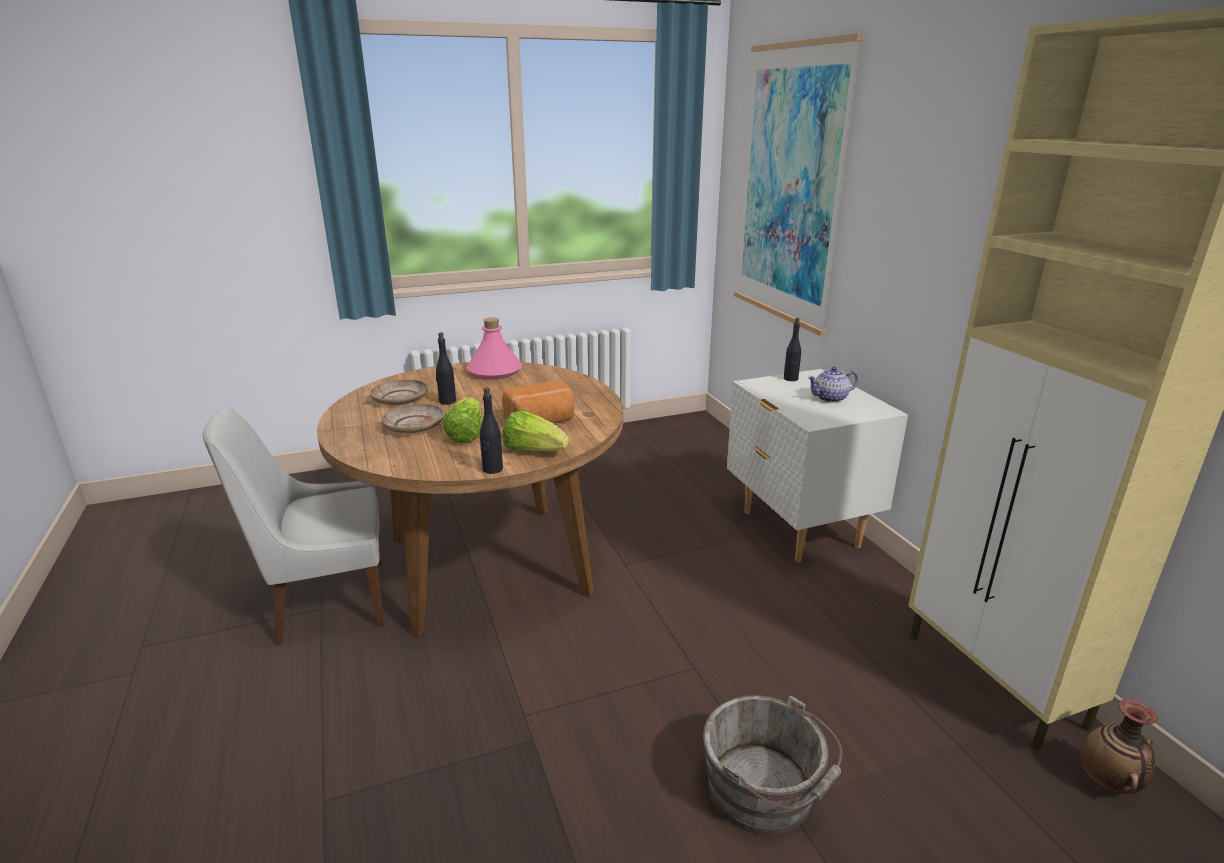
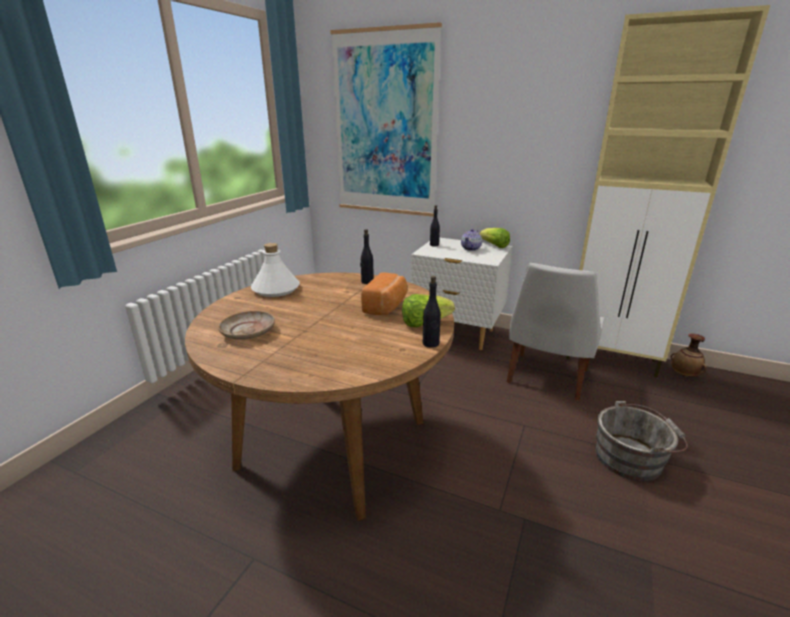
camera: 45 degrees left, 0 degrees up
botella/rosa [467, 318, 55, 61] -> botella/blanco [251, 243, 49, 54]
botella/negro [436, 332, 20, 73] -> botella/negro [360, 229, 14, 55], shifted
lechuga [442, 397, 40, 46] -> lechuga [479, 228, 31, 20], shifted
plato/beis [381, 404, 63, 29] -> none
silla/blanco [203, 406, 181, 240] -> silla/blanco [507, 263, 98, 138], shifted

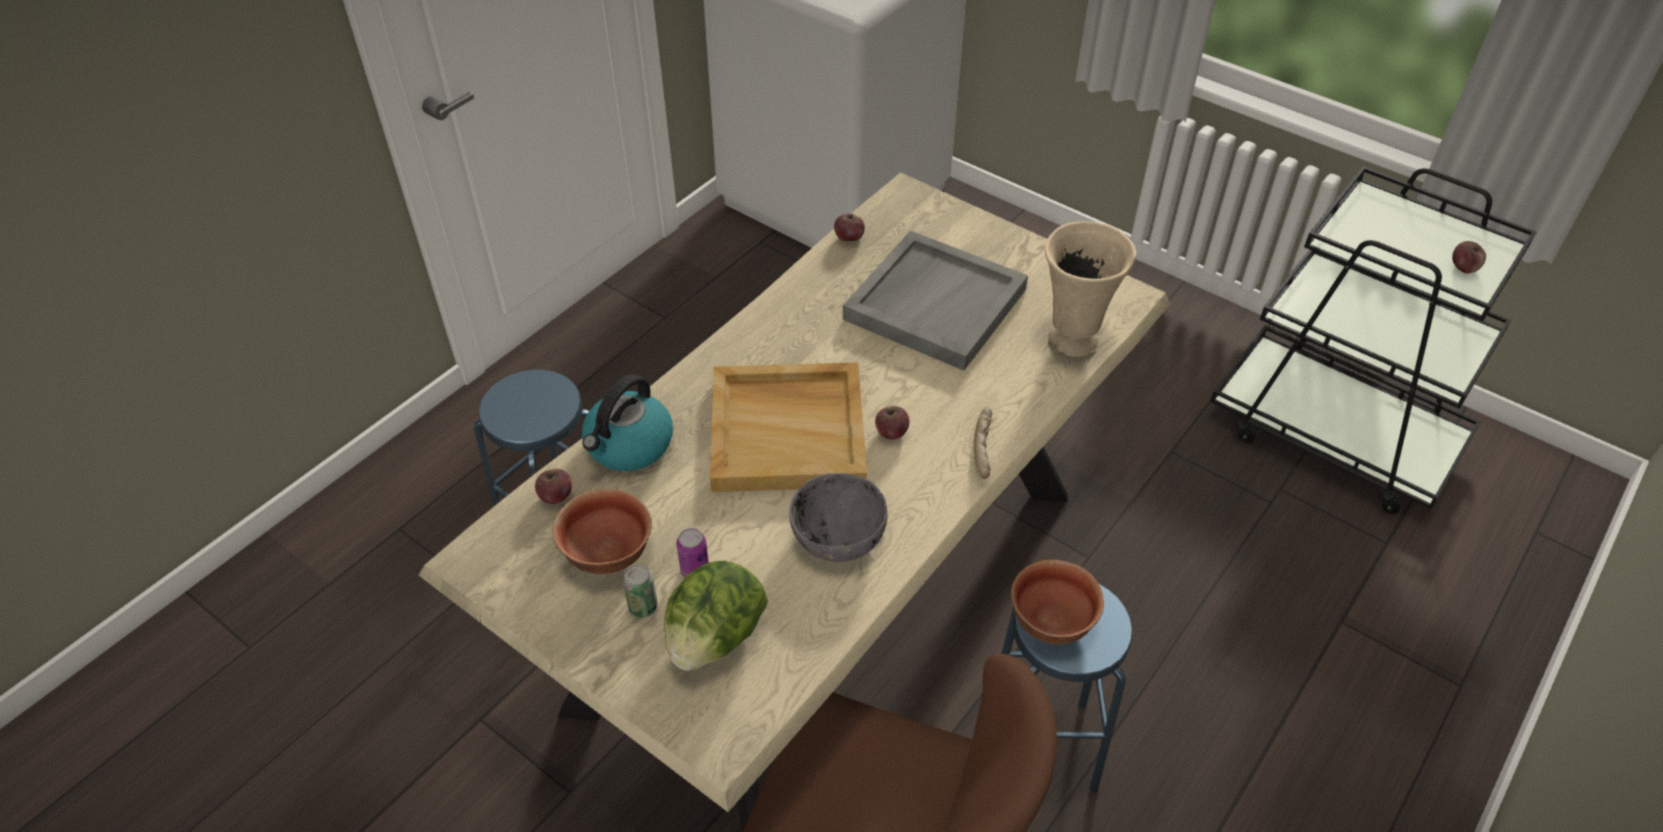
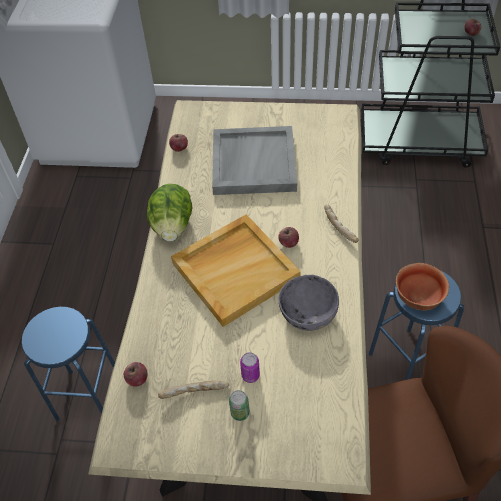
camera: 30 degrees left, 5 degrees up
florero/beis [1045, 221, 92, 136] -> none
hervidor [582, 374, 91, 97] -> none
cuenco [552, 489, 100, 85] -> pan [158, 381, 71, 18]
lechuga [664, 561, 104, 110] -> lechuga [147, 184, 45, 57], shifted

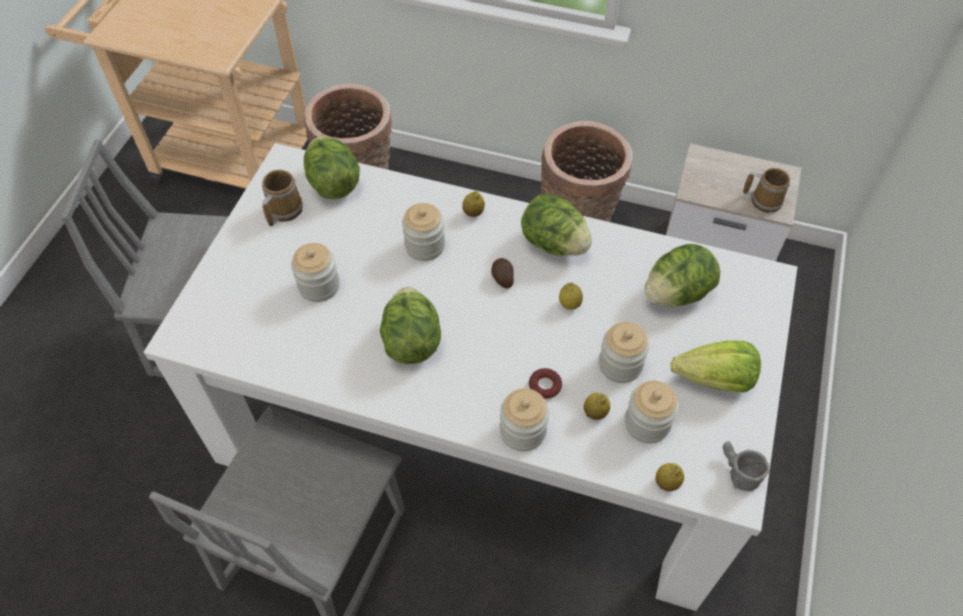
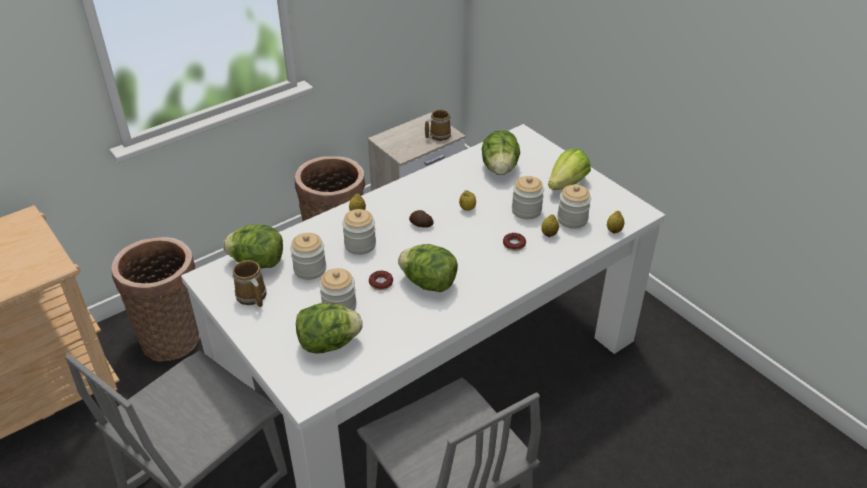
camera: 55 degrees left, 15 degrees down
lechuga [521, 193, 71, 63] -> lechuga [296, 303, 66, 51], shifted
tarro [500, 388, 49, 63] -> tarro [290, 233, 36, 47], shifted
taza grande/gris [723, 442, 46, 49] -> none
none -> rosquilla [369, 271, 24, 19]

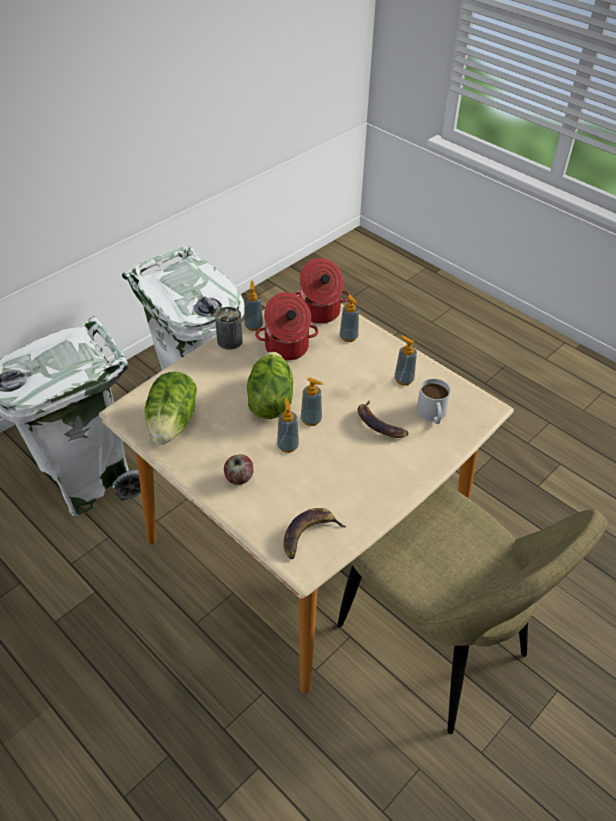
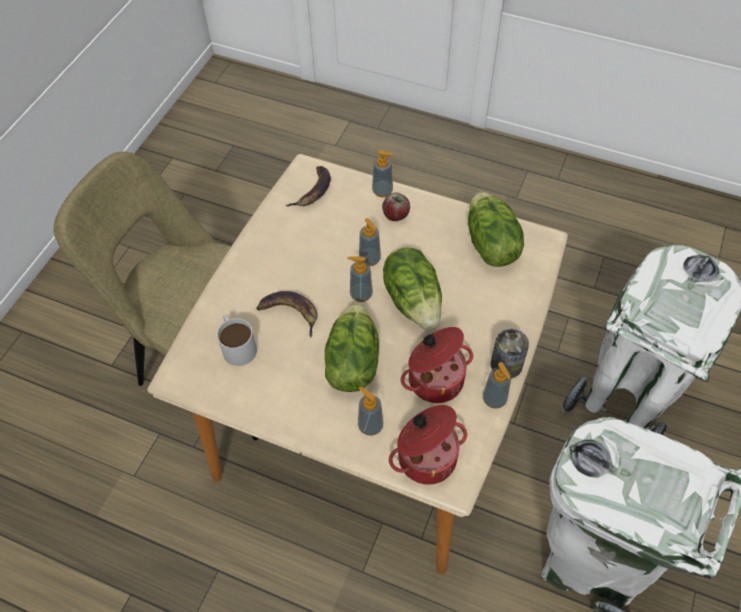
camera: 160 degrees right, 10 degrees up
dispensador de jabón [394, 335, 23, 51] -> dispensador de jabón [372, 150, 22, 47], shifted
none -> lechuga [325, 303, 54, 89]

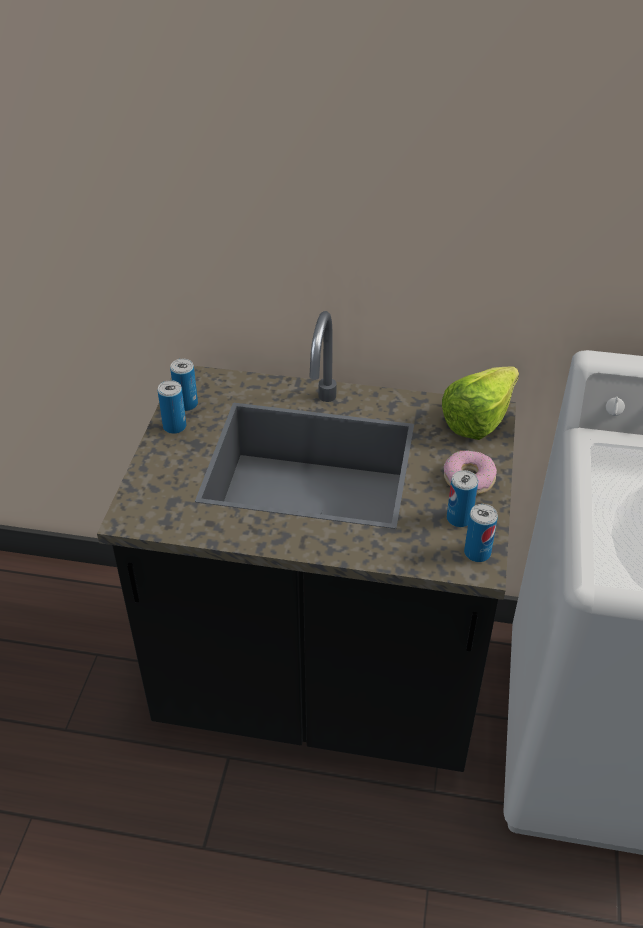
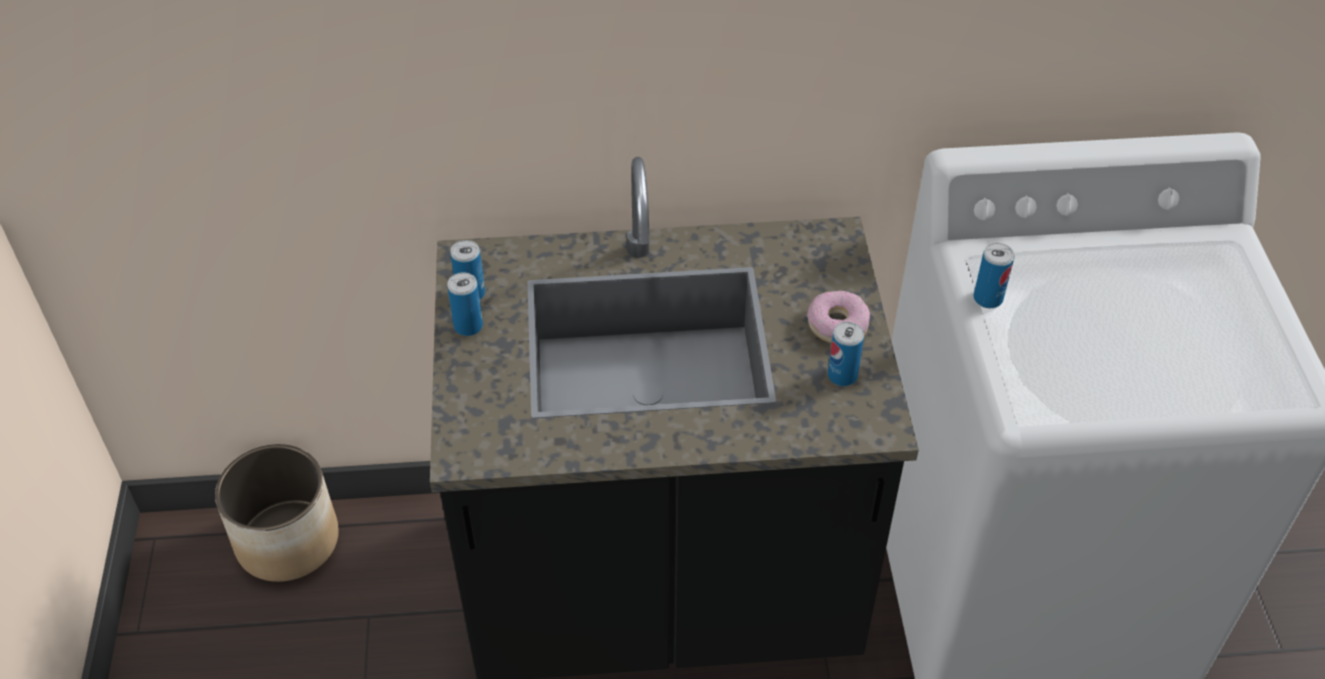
camera: 15 degrees left, 5 degrees up
lechuga [442, 366, 77, 74] -> none
lata [464, 504, 34, 58] -> lata [973, 243, 41, 65], shifted
none -> maceta [215, 444, 124, 138]

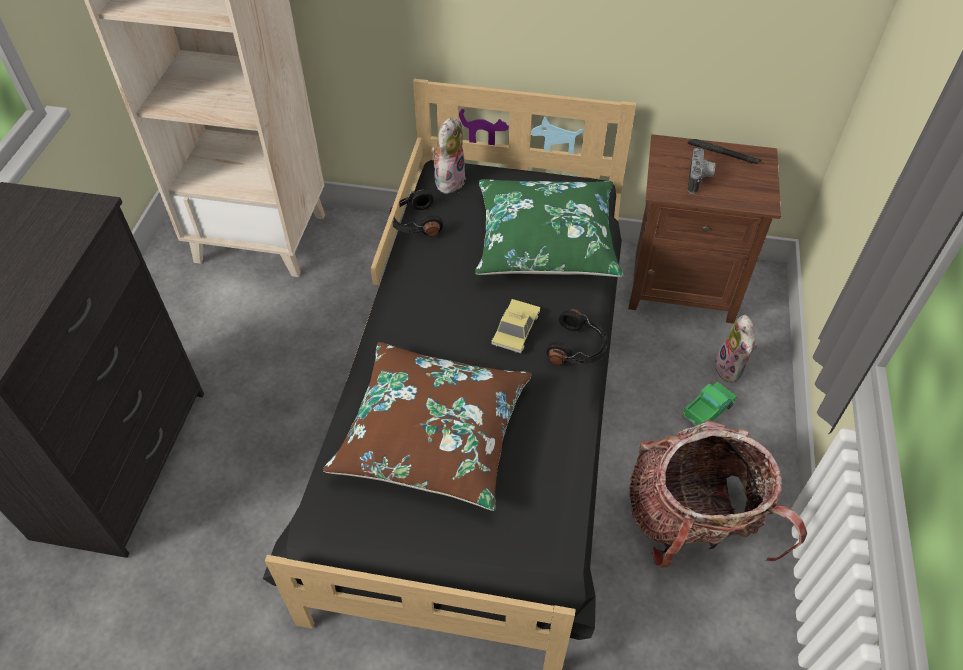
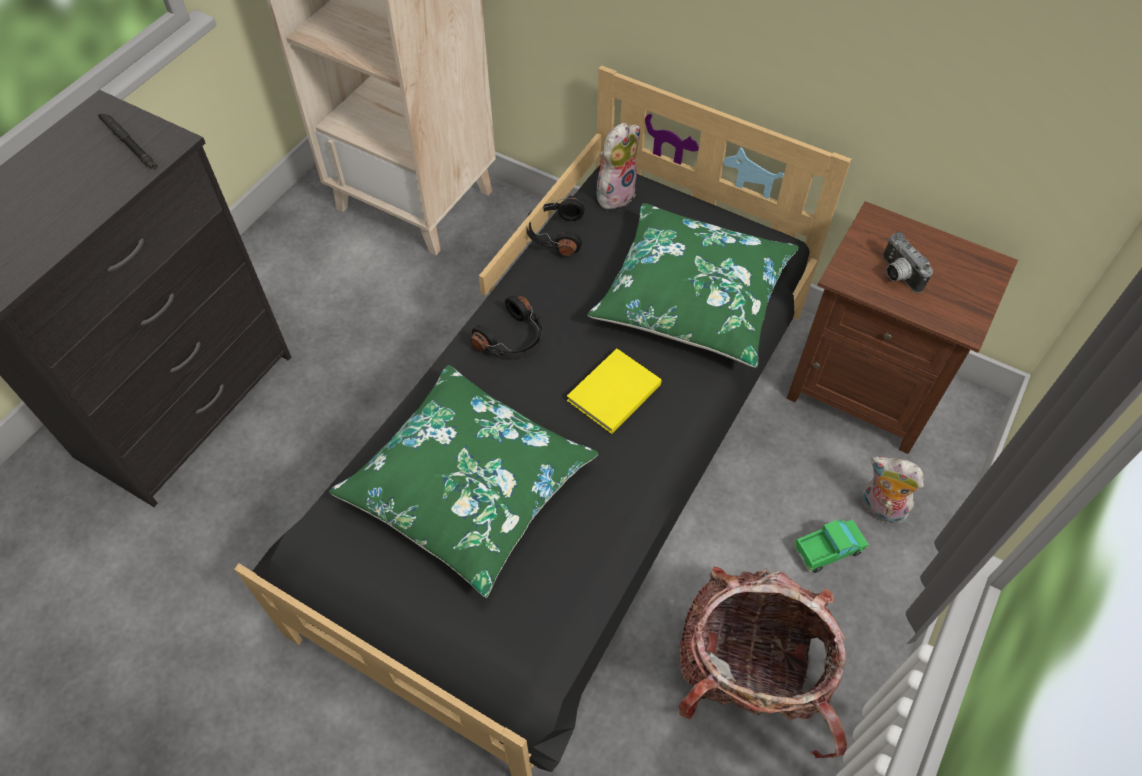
camera: 20 degrees right, 5 degrees up
linterna/negro [688, 139, 73, 25] -> linterna/negro [98, 113, 60, 56], shifted
cámara [688, 147, 28, 47] -> cámara [883, 232, 50, 61], 120 degrees clockwise
coche de juguete [491, 299, 49, 54] -> libro/amarillo [567, 348, 95, 86]
auriculares/negro [546, 309, 62, 56] -> auriculares/negro [470, 296, 73, 63], shifted
peluche [714, 315, 43, 68] -> peluche [862, 456, 62, 68], 105 degrees clockwise
cojín/marrón [323, 342, 209, 169] -> cojín/verde [329, 365, 269, 233]

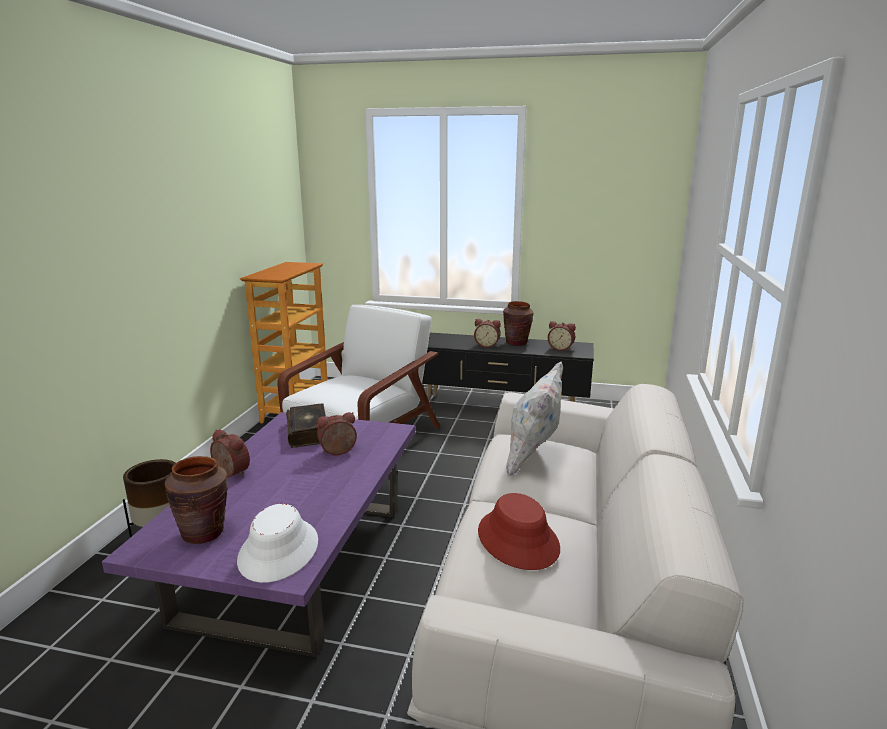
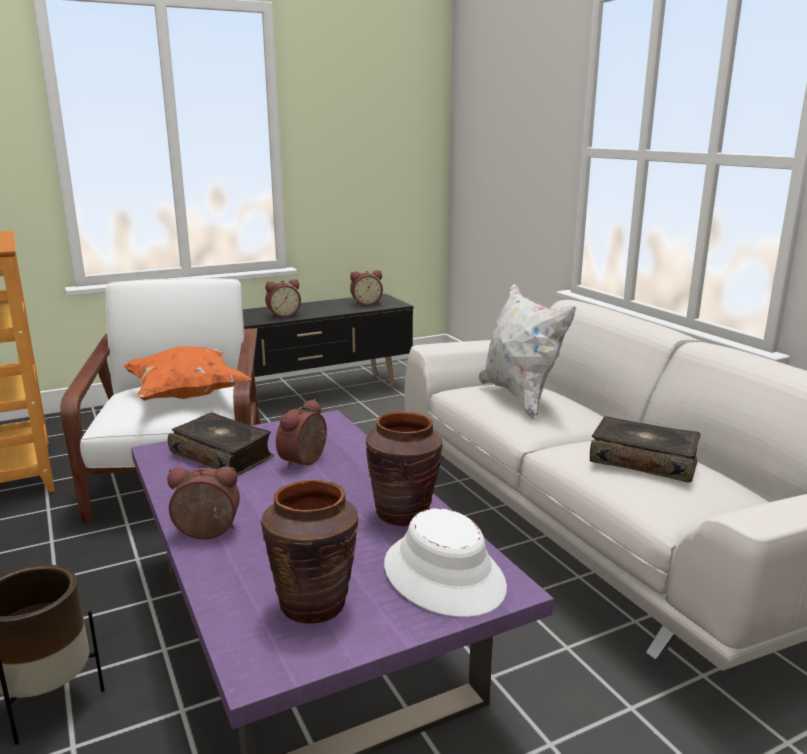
camera: 40 degrees left, 0 degrees up
florero/marrón [503, 301, 31, 45] -> florero/marrón [366, 412, 77, 114], shifted
sombrero/rojo [478, 493, 82, 77] -> libro [590, 416, 111, 67]
none -> cojín/naranja [123, 346, 129, 55]

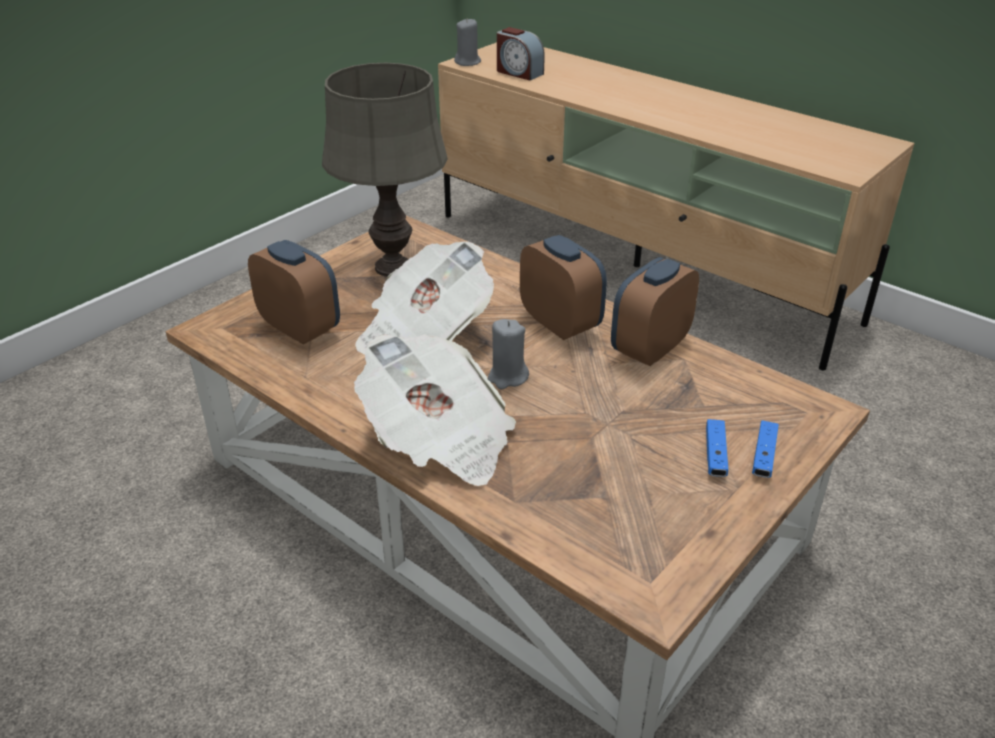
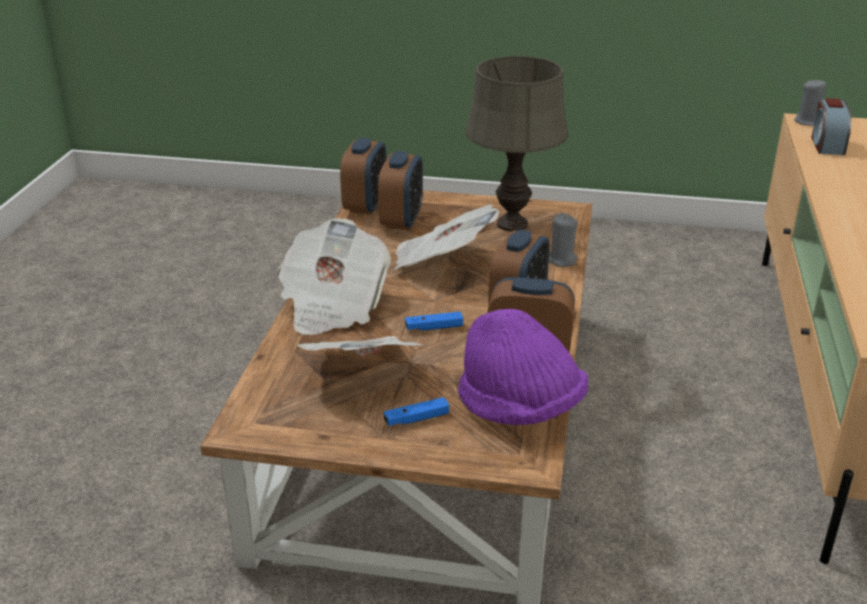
camera: 60 degrees right, 5 degrees down
vela/gris [488, 319, 41, 70] -> vela/gris [549, 213, 29, 54], shifted
mando de consola/azul [752, 421, 27, 57] -> mando de consola/azul [405, 312, 58, 18], shifted
none -> despertador [340, 138, 46, 77]
none -> sombrero/morado [458, 309, 130, 116]
none -> periódico [298, 336, 125, 21]

